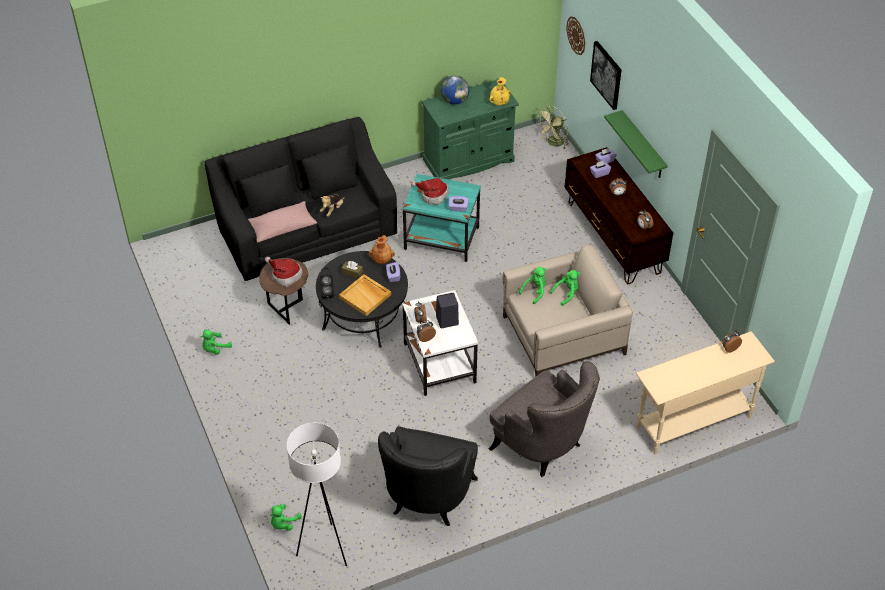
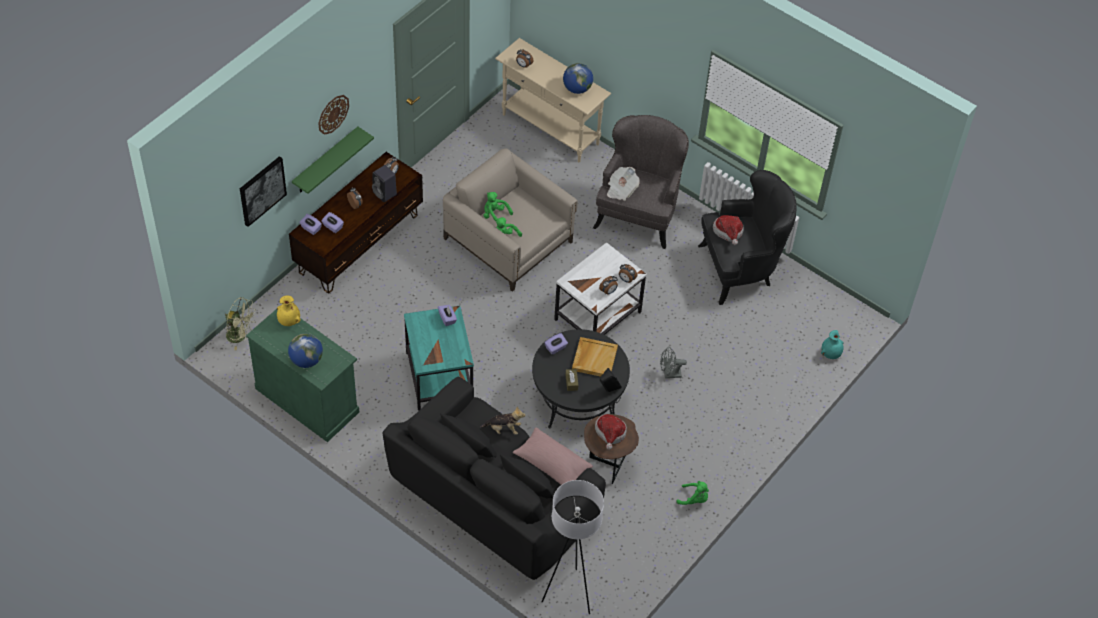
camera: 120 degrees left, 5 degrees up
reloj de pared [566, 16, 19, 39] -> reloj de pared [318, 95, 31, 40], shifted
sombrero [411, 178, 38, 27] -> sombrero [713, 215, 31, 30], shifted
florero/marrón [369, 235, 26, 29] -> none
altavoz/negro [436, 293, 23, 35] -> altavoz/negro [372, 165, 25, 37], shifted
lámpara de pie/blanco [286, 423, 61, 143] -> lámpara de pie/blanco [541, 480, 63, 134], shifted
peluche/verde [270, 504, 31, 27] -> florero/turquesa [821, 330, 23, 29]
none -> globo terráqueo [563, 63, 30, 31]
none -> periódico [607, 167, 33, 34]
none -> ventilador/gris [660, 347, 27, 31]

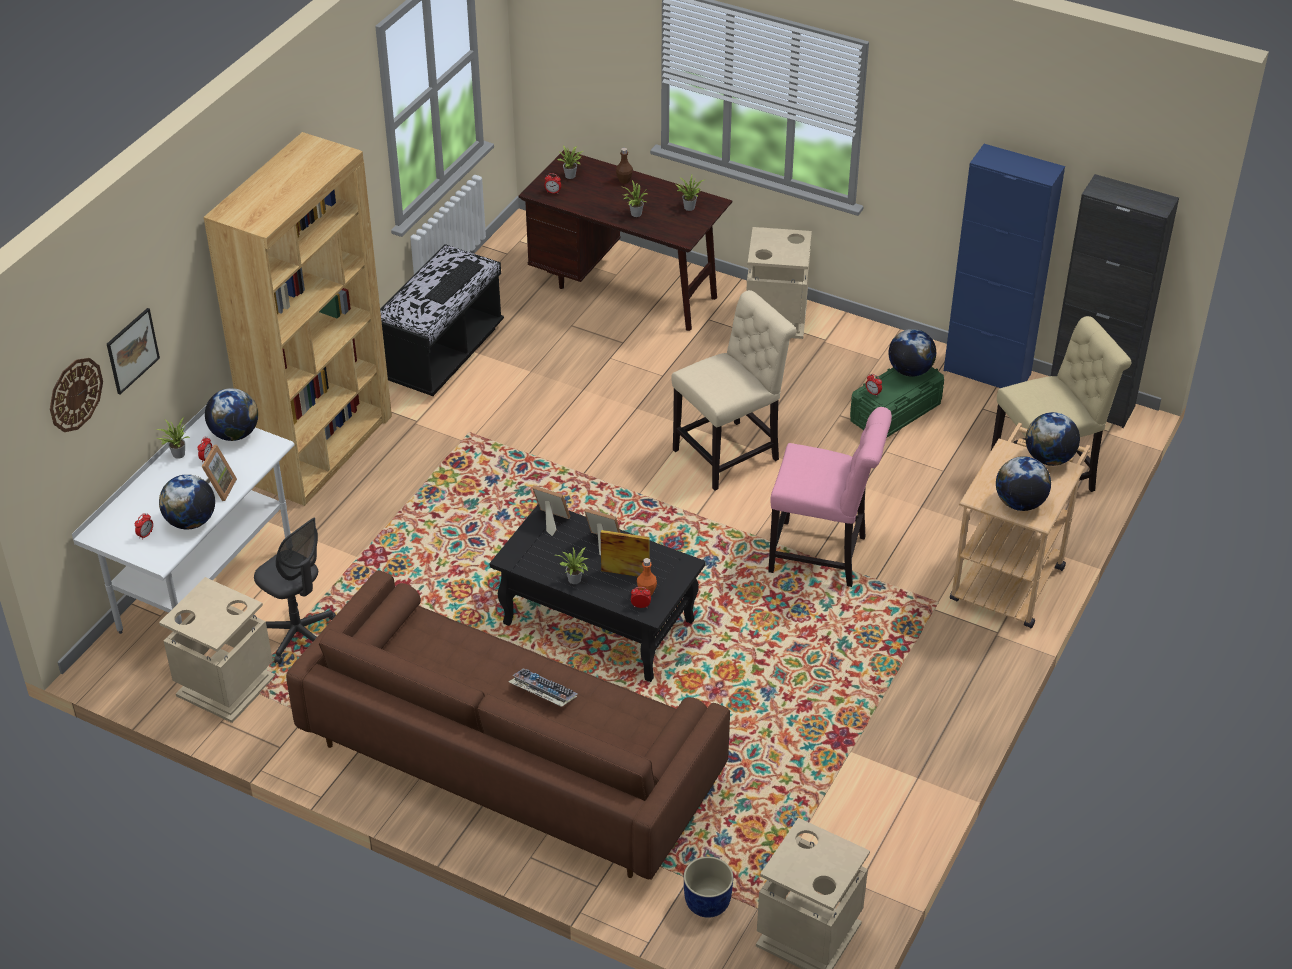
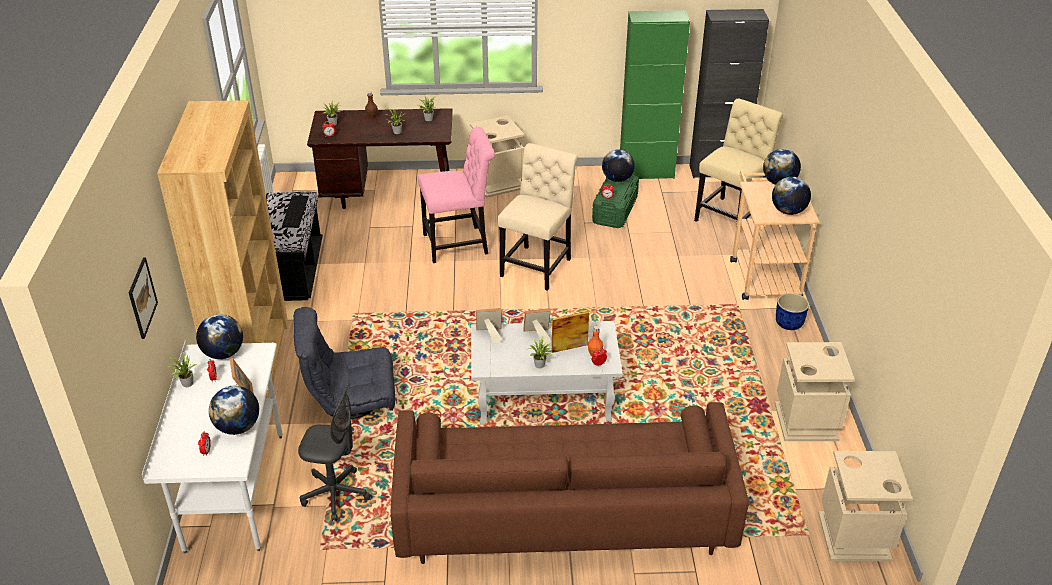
camera: 30 degrees left, 5 degrees down
armario/azul [944, 144, 121, 244] -> armario/verde [620, 10, 70, 169]
reloj de pared [50, 358, 53, 74] -> none
silla/rosa [768, 407, 124, 180] -> silla/rosa [418, 127, 77, 136], shifted
mesa de centro/negro [489, 505, 217, 177] -> mesa de centro/blanco [471, 321, 152, 104]
papelera/beis [159, 577, 116, 146] -> papelera/beis [775, 342, 80, 99], shifted
teclado [509, 668, 69, 39] -> none
maceta/azul [684, 856, 49, 62] -> maceta/azul [776, 293, 33, 37], shifted
none -> sillón/gris [294, 307, 101, 112]

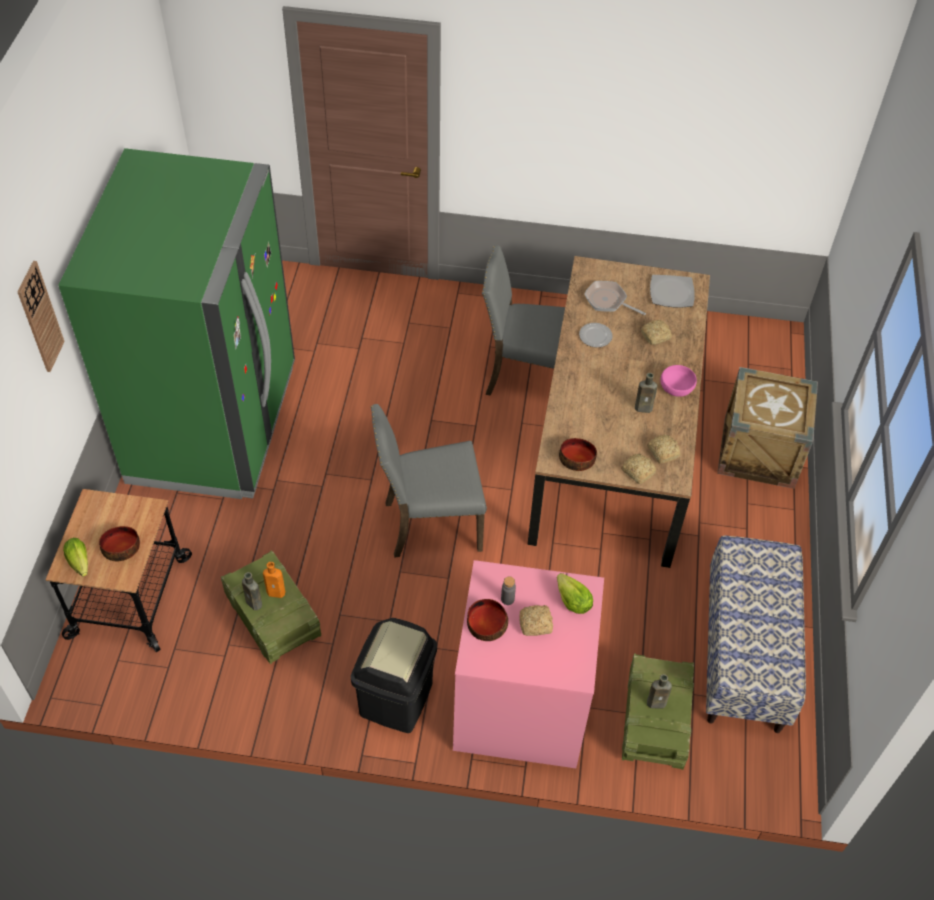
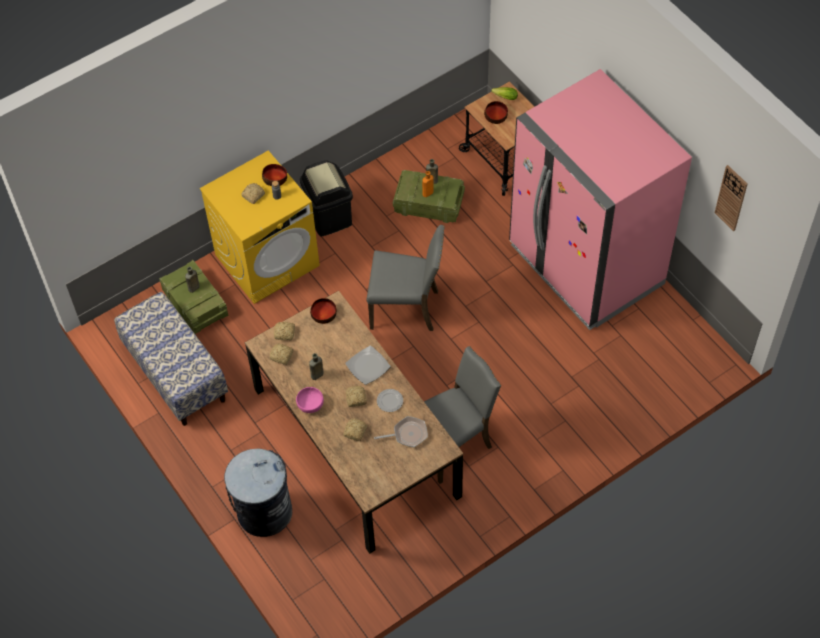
camera: 140 degrees right, 5 degrees up
nevera/verde [59, 148, 236, 351] -> nevera/rosa [509, 69, 183, 261]
reloj de pared [18, 261, 47, 111] -> reloj de pared [715, 165, 32, 66], shifted
plato [650, 275, 45, 33] -> plato [345, 346, 46, 39], shifted
caja de embalaje [717, 367, 101, 122] -> papelera/gris [224, 449, 68, 88]
silla/gris [371, 404, 116, 154] -> silla/gris [367, 225, 78, 106], 60 degrees clockwise
lavadora/rosa [453, 560, 151, 208] -> lavadora/amarillo [200, 150, 120, 154]
lechuga [557, 573, 36, 41] -> none
none -> pan [346, 386, 21, 21]

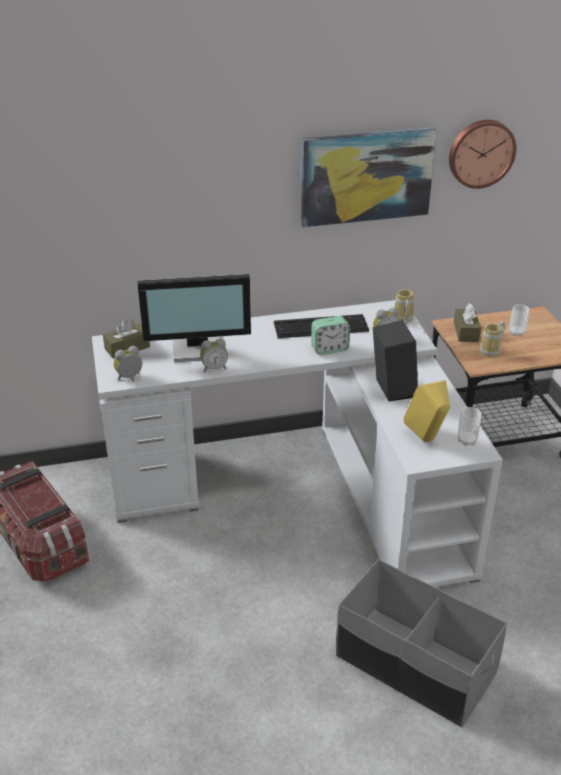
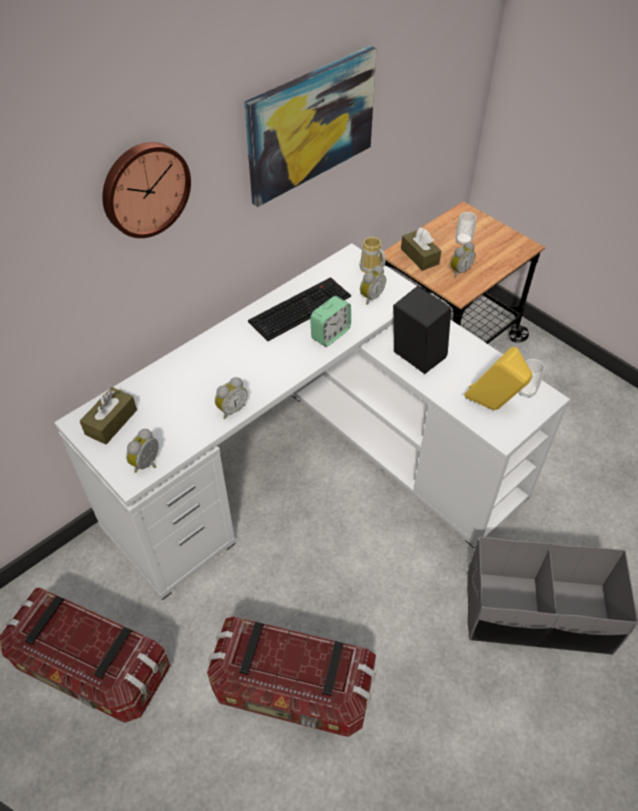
camera: 30 degrees left, 15 degrees up
reloj de pared [449, 120, 67, 69] -> reloj de pared [102, 142, 89, 96], shifted
monitor [138, 274, 113, 88] -> none
taza grande [480, 321, 26, 36] -> despertador [450, 242, 26, 35]
none -> caja de almacenaje [207, 617, 169, 120]

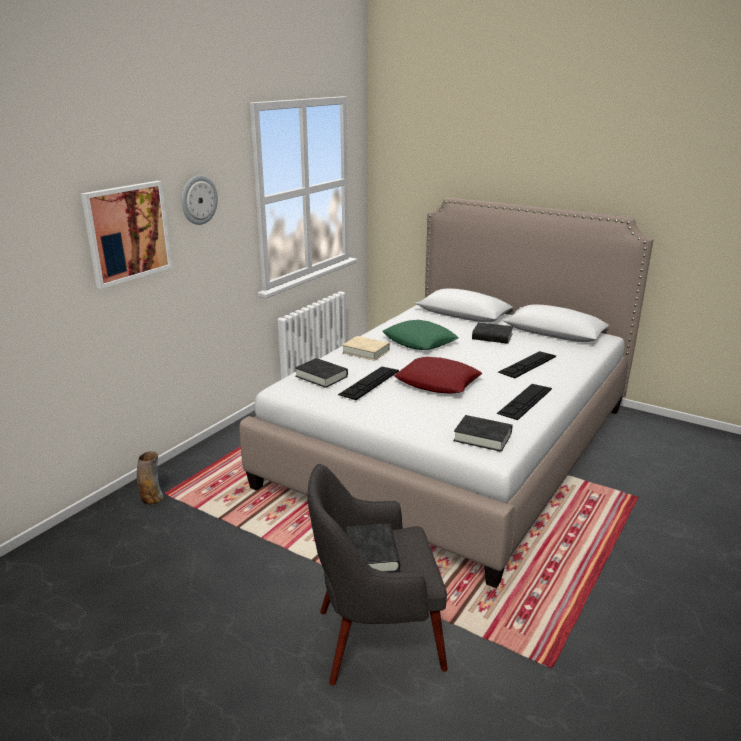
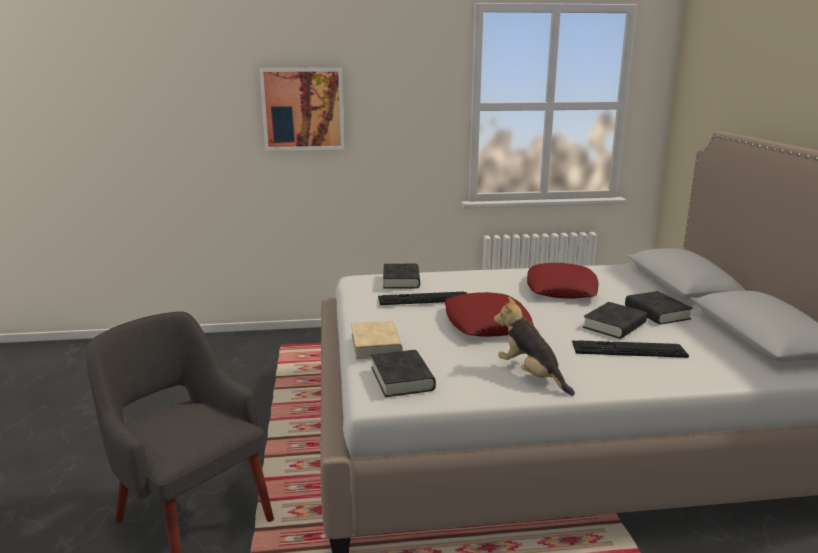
camera: 50 degrees right, 5 degrees down
reloj de pared [181, 175, 37, 50] -> none
cojín/verde [383, 320, 75, 30] -> cojín/rojo [527, 263, 72, 36]
libro/beis [342, 336, 48, 25] -> libro/beis [351, 321, 52, 39], shifted
teclado [497, 384, 55, 36] -> peluche [494, 297, 81, 99]
florero [137, 451, 27, 54] -> none
libro/negro [346, 523, 54, 50] -> libro/negro [583, 302, 64, 37], shifted

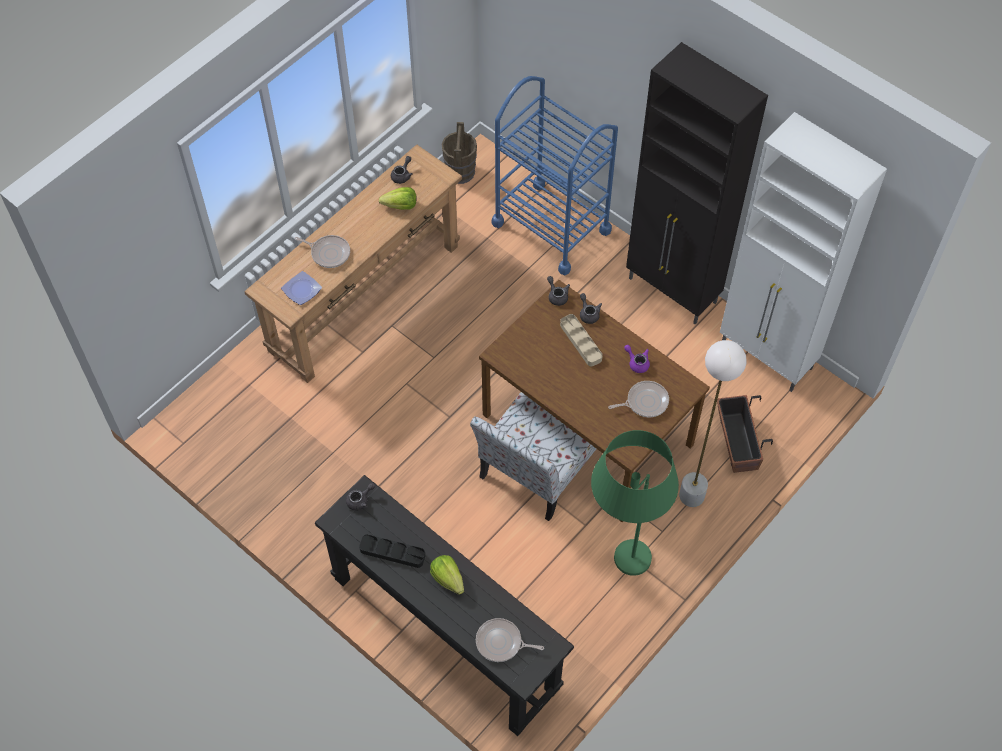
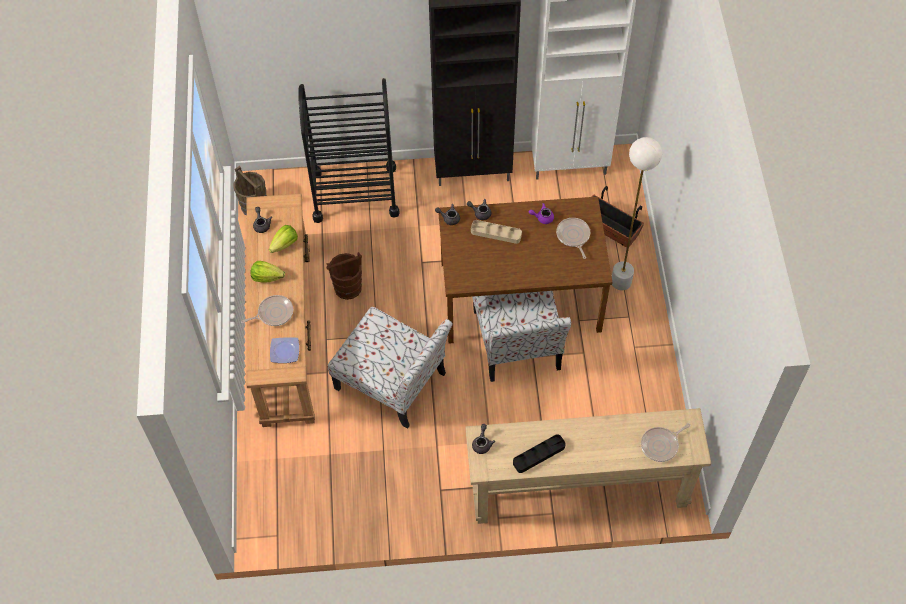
camera: 45 degrees left, 0 degrees up
carrito/azul [492, 76, 126, 199] -> carrito/negro [298, 78, 102, 145]
sartén [608, 381, 61, 36] -> sartén [556, 218, 34, 41], 45 degrees counterclockwise
lámpara de pie/verde [591, 430, 88, 146] -> none
mesa consola/negro [315, 475, 259, 261] -> mesa consola/beis [465, 408, 246, 116]
lechuga [430, 555, 34, 40] -> lechuga [250, 261, 35, 22], shifted
none -> cubo/marrón [326, 252, 36, 48]
none -> silla [328, 307, 125, 122]

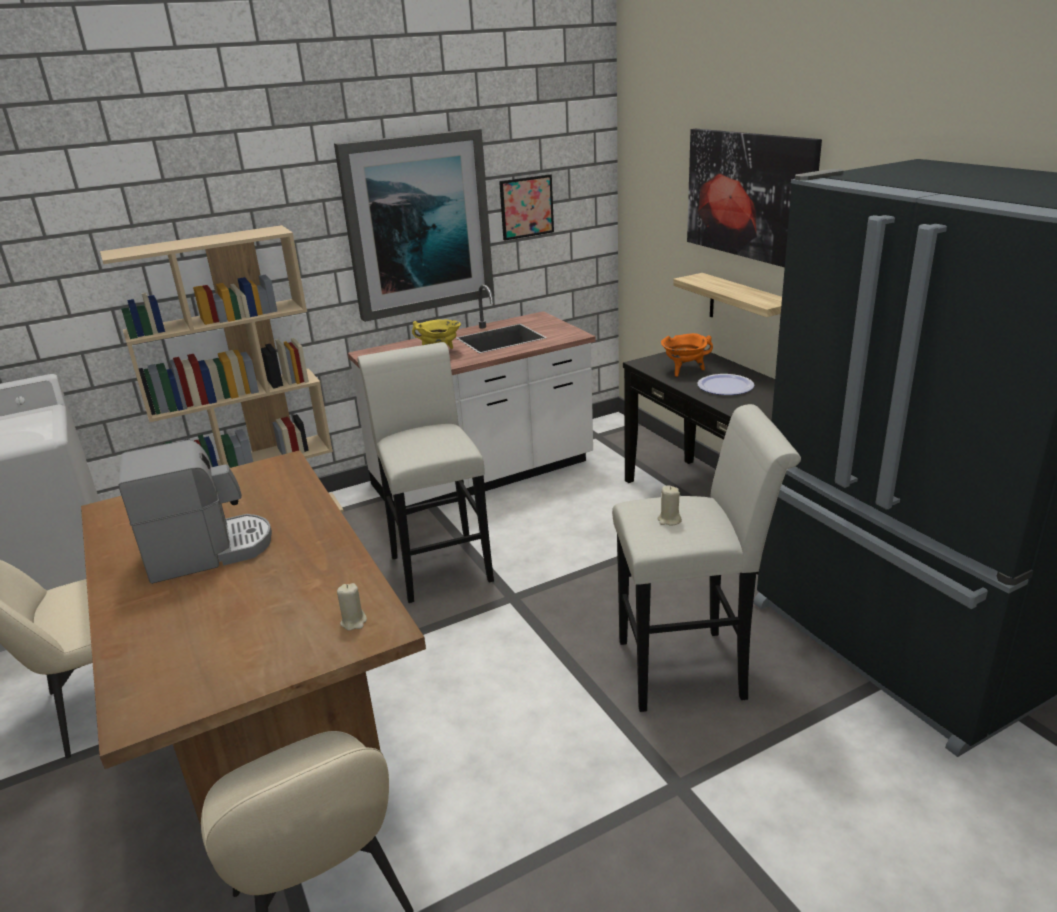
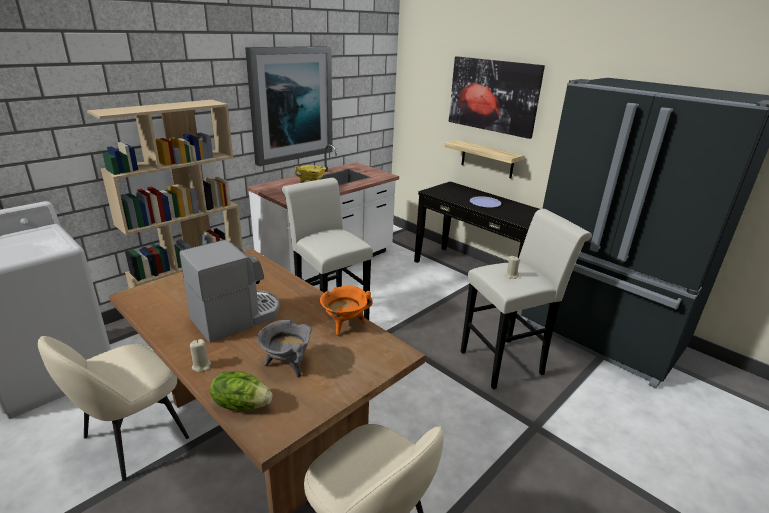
camera: 20 degrees left, 0 degrees up
cuadro [499, 174, 55, 67] -> none
olla/naranja [661, 333, 52, 44] -> olla/naranja [320, 286, 53, 49], shifted
vela/beis [337, 583, 30, 48] -> vela/beis [190, 339, 21, 33], shifted
none -> olla/gris [257, 320, 55, 57]
none -> lechuga [210, 371, 63, 40]

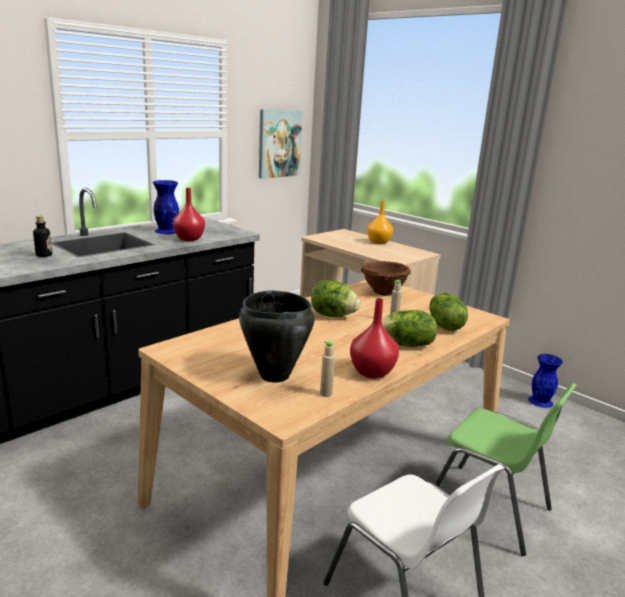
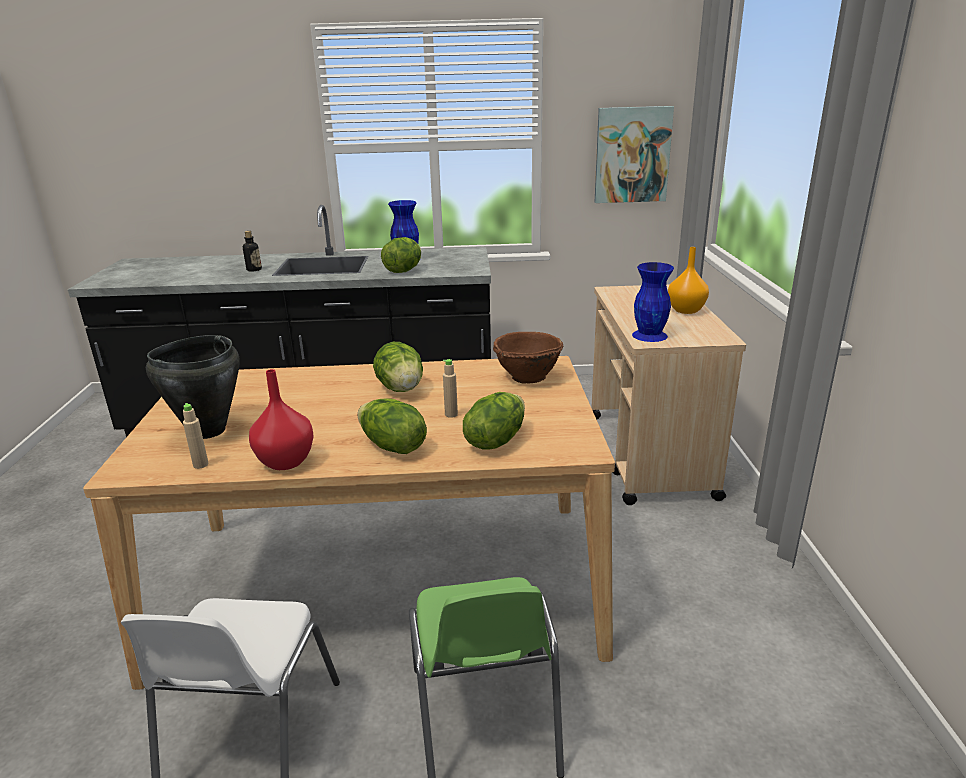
camera: 45 degrees right, 5 degrees up
florero/rojo [173, 188, 32, 53] -> lechuga [381, 237, 40, 36]
florero/azul [528, 354, 35, 54] -> florero/azul [632, 262, 42, 80], shifted

